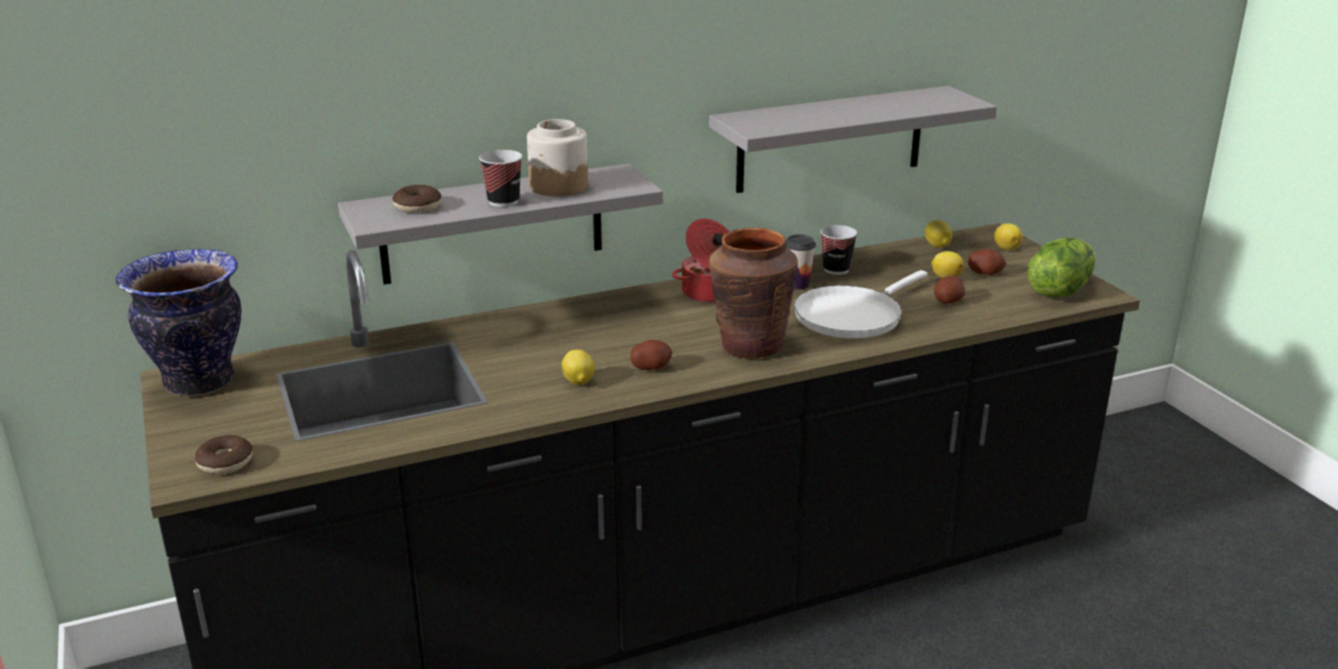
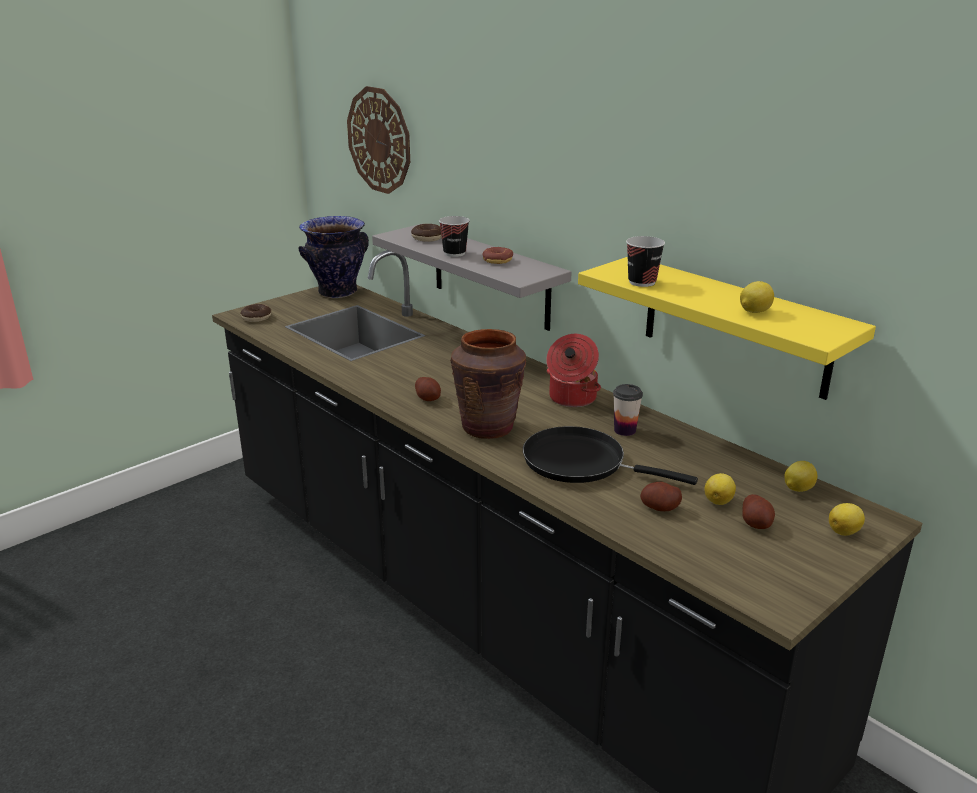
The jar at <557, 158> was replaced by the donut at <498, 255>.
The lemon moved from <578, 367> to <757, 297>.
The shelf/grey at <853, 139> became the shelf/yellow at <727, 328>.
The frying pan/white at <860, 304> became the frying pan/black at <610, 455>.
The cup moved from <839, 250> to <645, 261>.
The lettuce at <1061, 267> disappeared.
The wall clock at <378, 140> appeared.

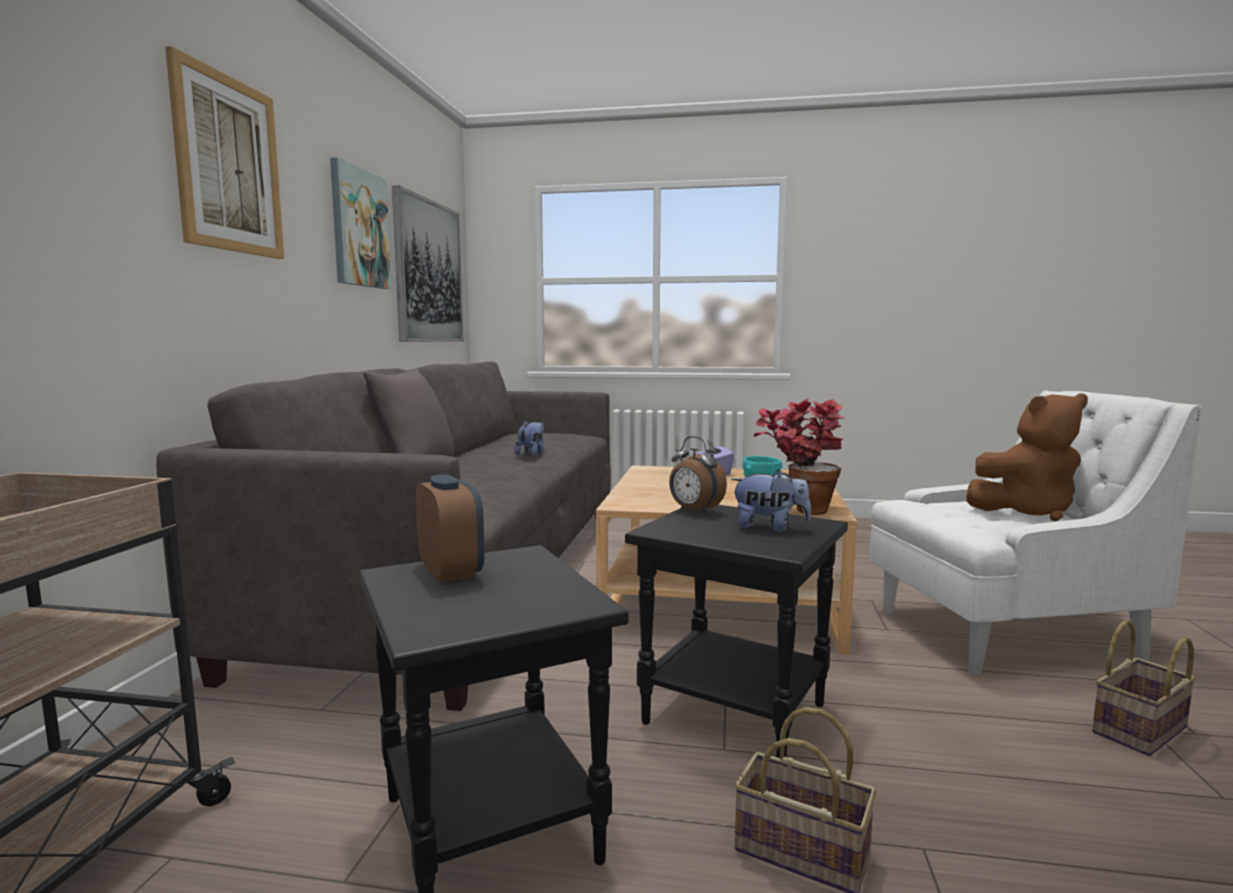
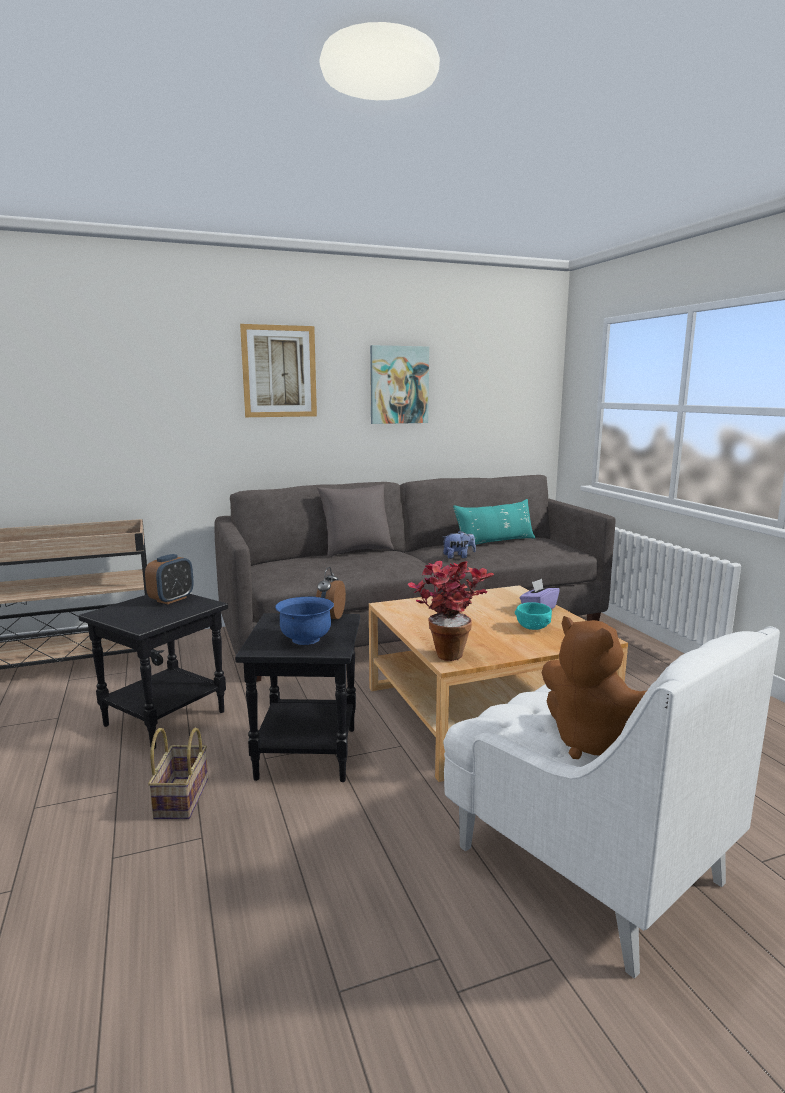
The picture at <428, 263> disappeared.
The plush toy at <771, 500> was replaced by the bowl/blue at <304, 621>.
The basket at <1144, 688> disappeared.
The pillow/turquoise at <494, 522> appeared.

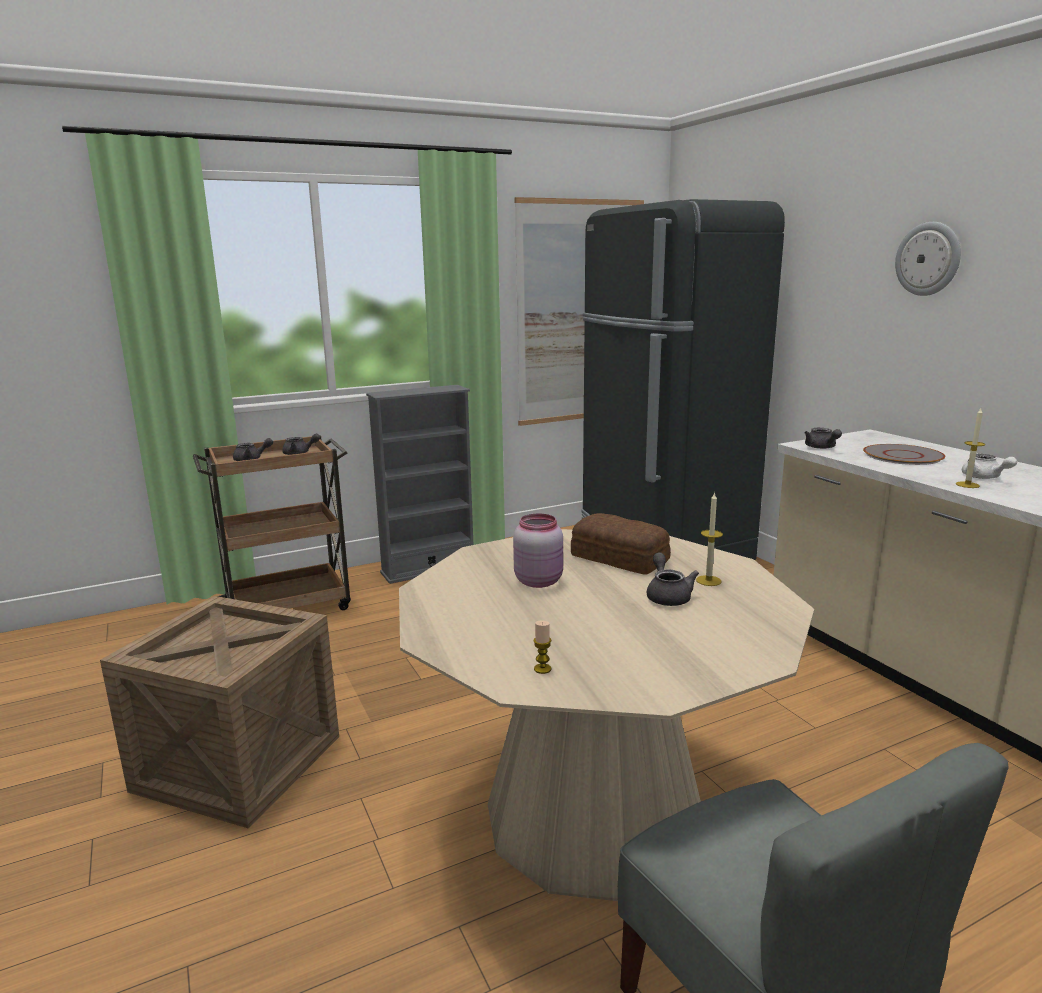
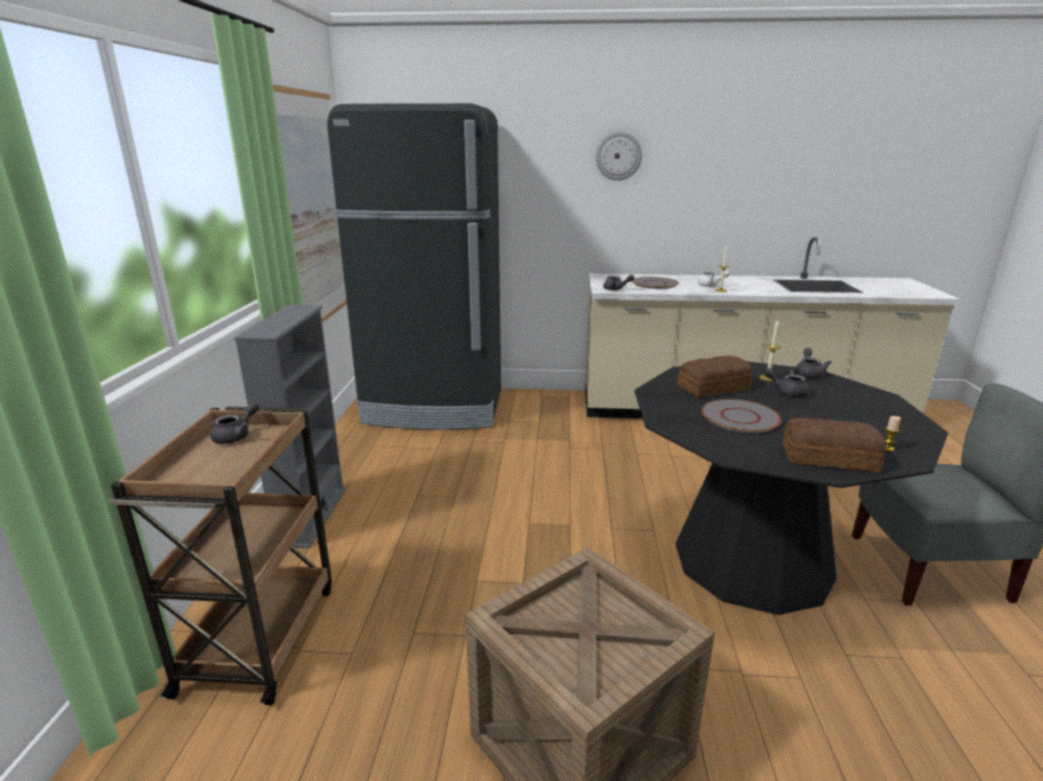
The teapot/grey moved from <253, 449> to <813, 363>.
The dining table/beige at <606, 715> became the dining table/black at <791, 488>.
The jar/pink at <538, 551> was replaced by the plate/grey at <741, 416>.
The bread at <834, 445> appeared.

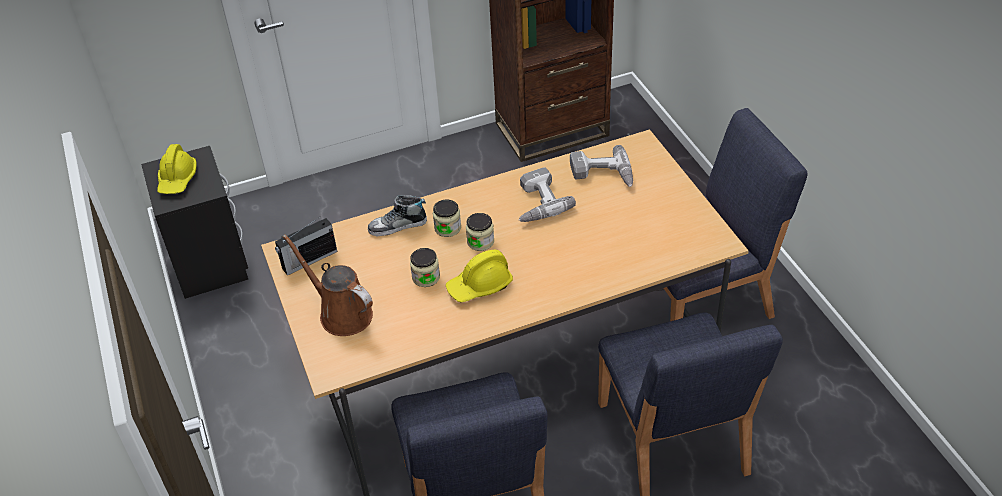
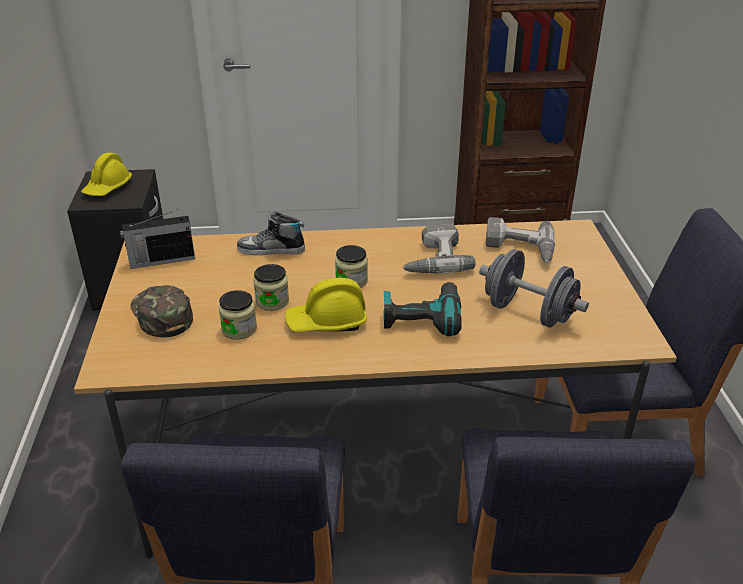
The watering can/brown at <328, 285> was replaced by the cap/green at <161, 311>.
The jar moved from <447, 218> to <238, 315>.
The power drill at <422, 309> appeared.
The dumbbell/grey at <534, 288> appeared.

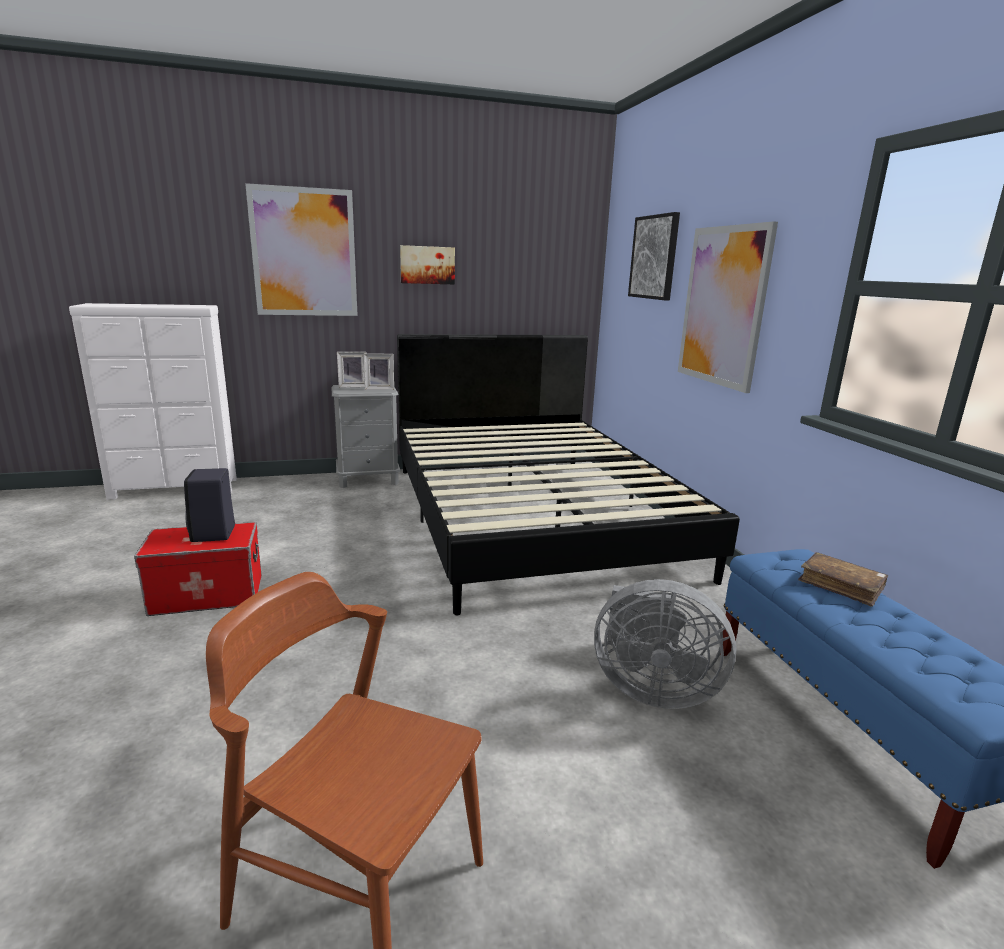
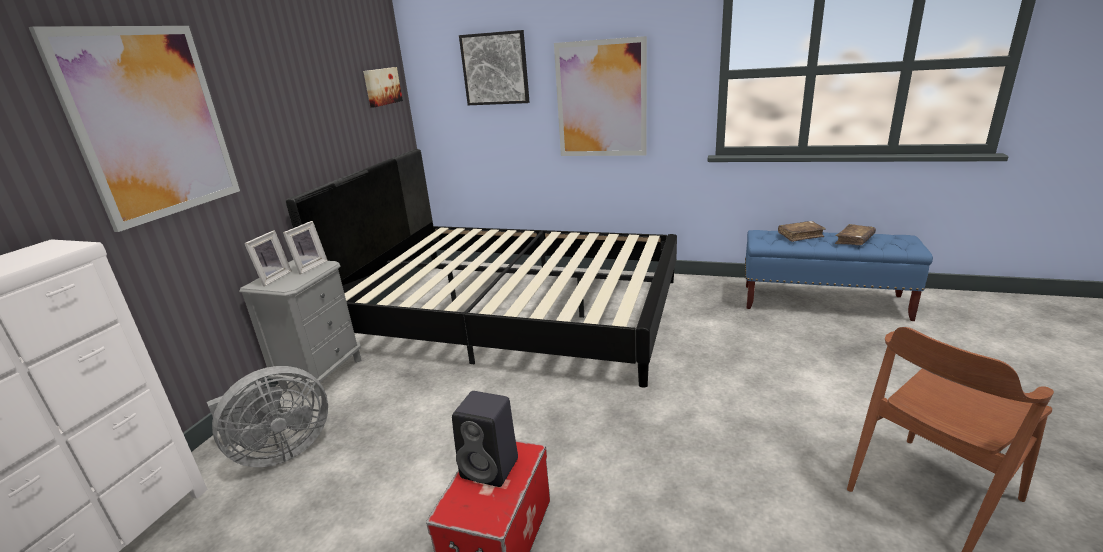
The picture moved from <427, 264> to <383, 87>.
The fan/grey moved from <665, 644> to <267, 416>.
The book/brown at <855, 234> appeared.

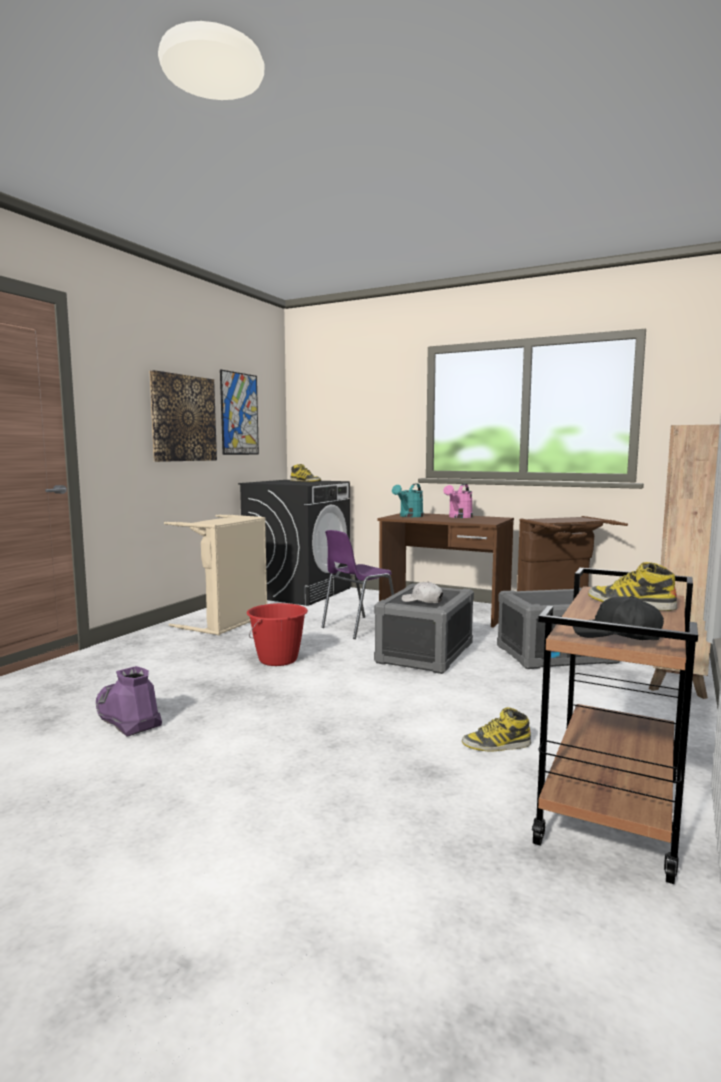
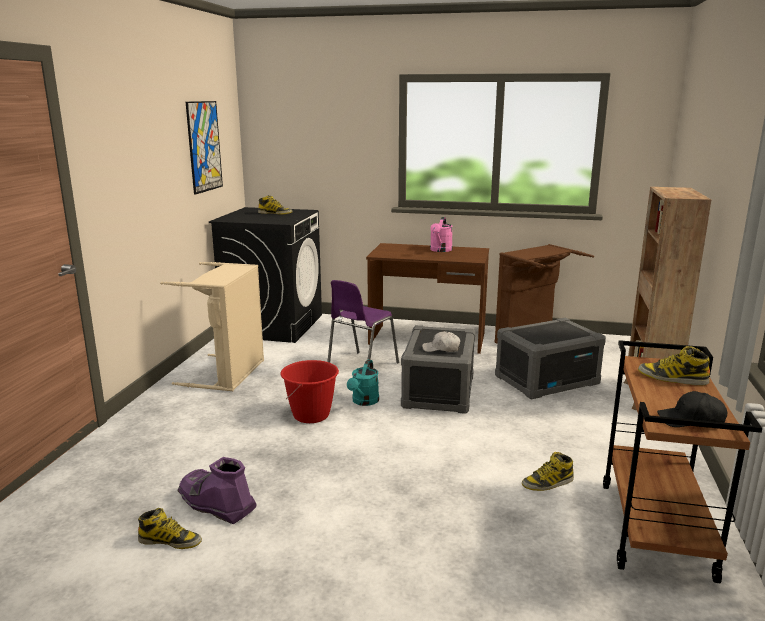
The picture at <183, 416> disappeared.
The watering can/turquoise moved from <407, 500> to <363, 383>.
The boot at <170, 528> appeared.

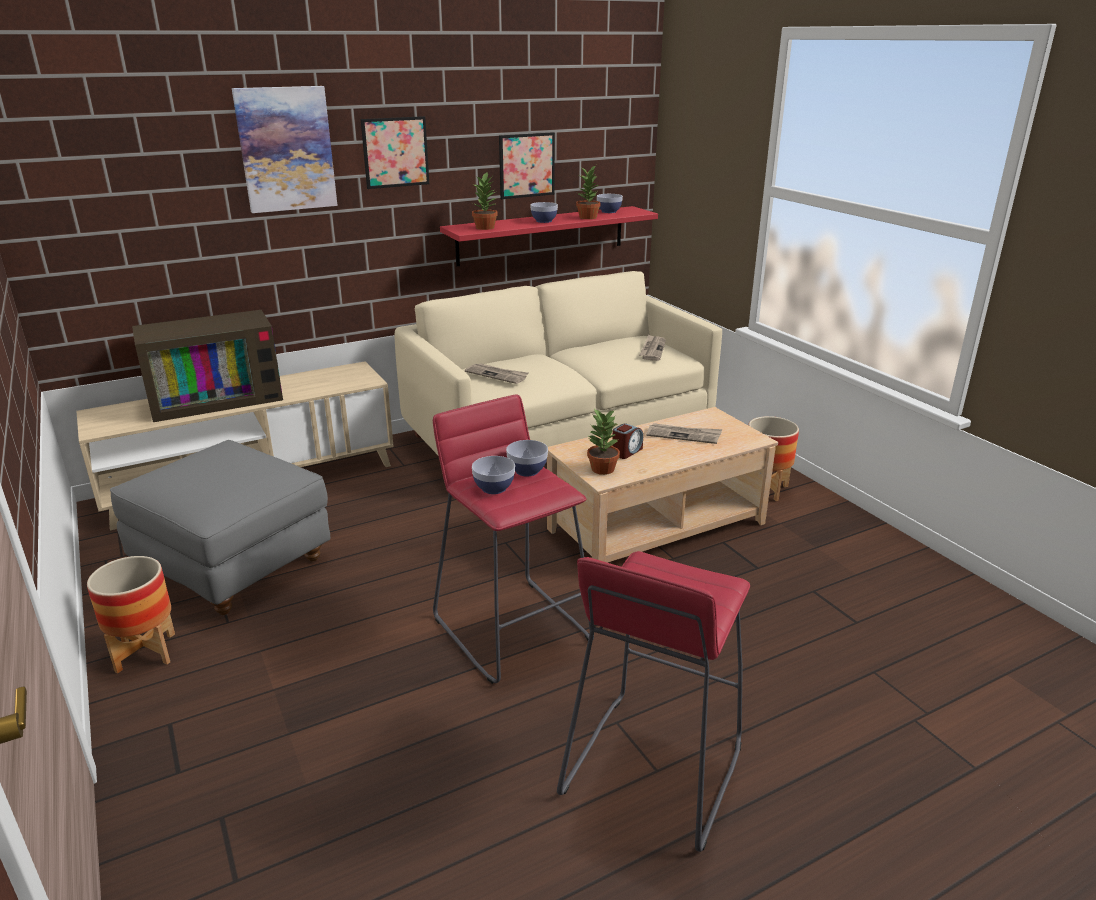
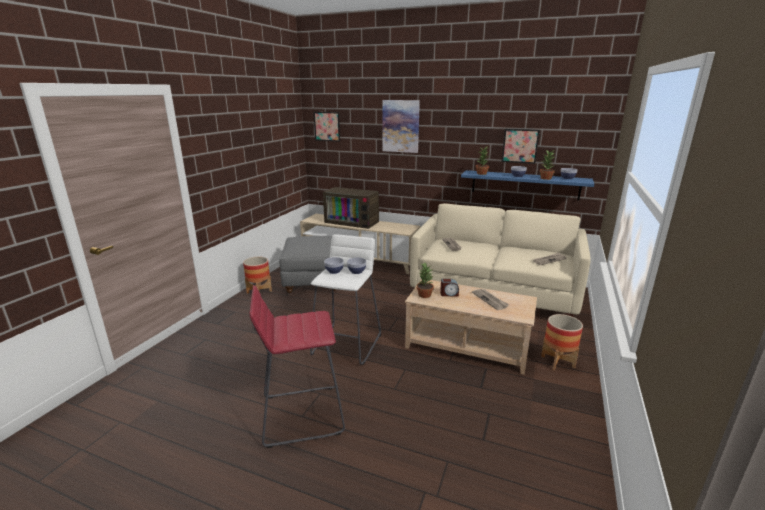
The picture moved from <395, 152> to <327, 127>.
The stool/red at <513, 539> became the stool/white at <345, 299>.
The shelf/red at <549, 236> became the shelf/blue at <527, 185>.

